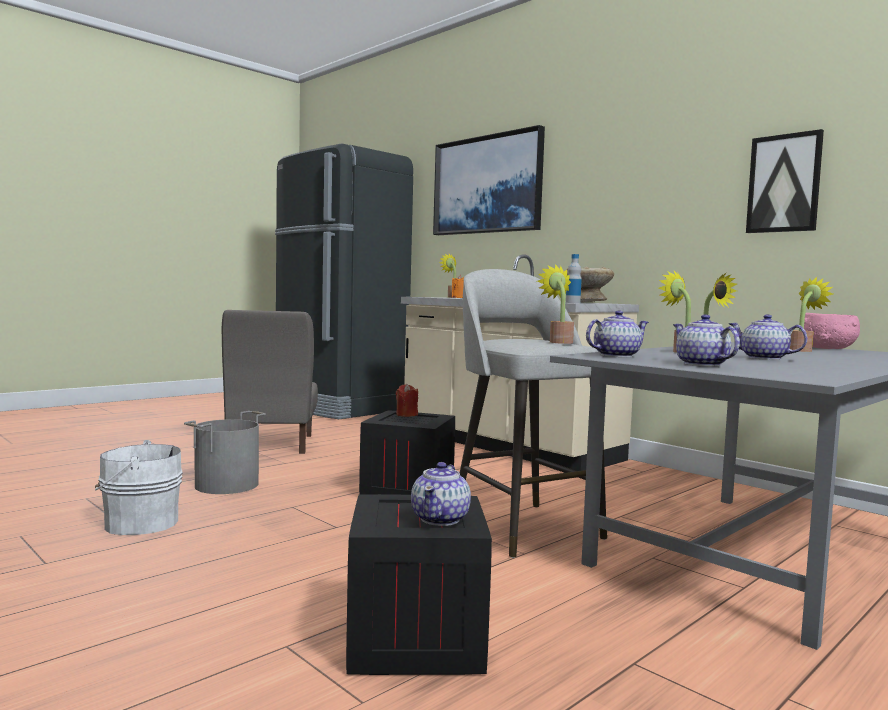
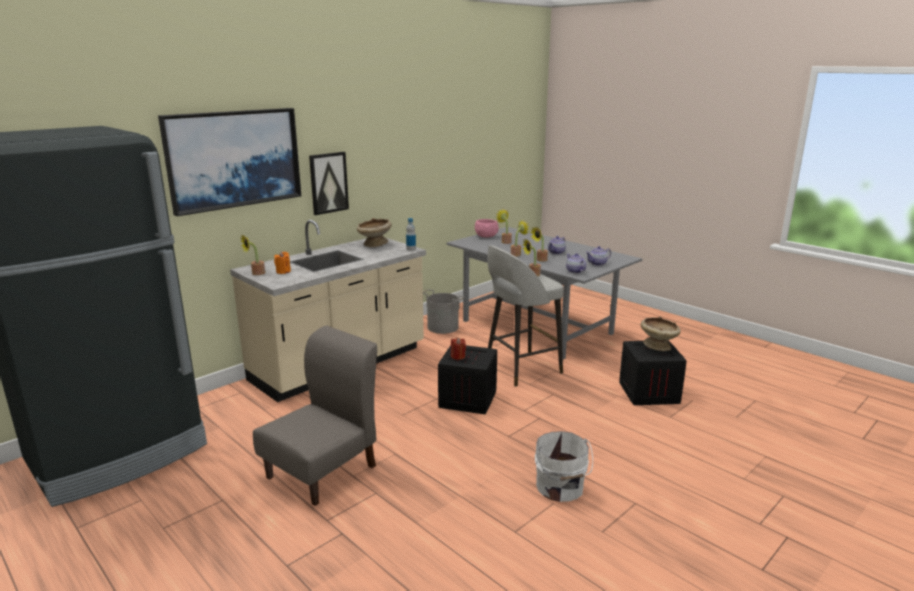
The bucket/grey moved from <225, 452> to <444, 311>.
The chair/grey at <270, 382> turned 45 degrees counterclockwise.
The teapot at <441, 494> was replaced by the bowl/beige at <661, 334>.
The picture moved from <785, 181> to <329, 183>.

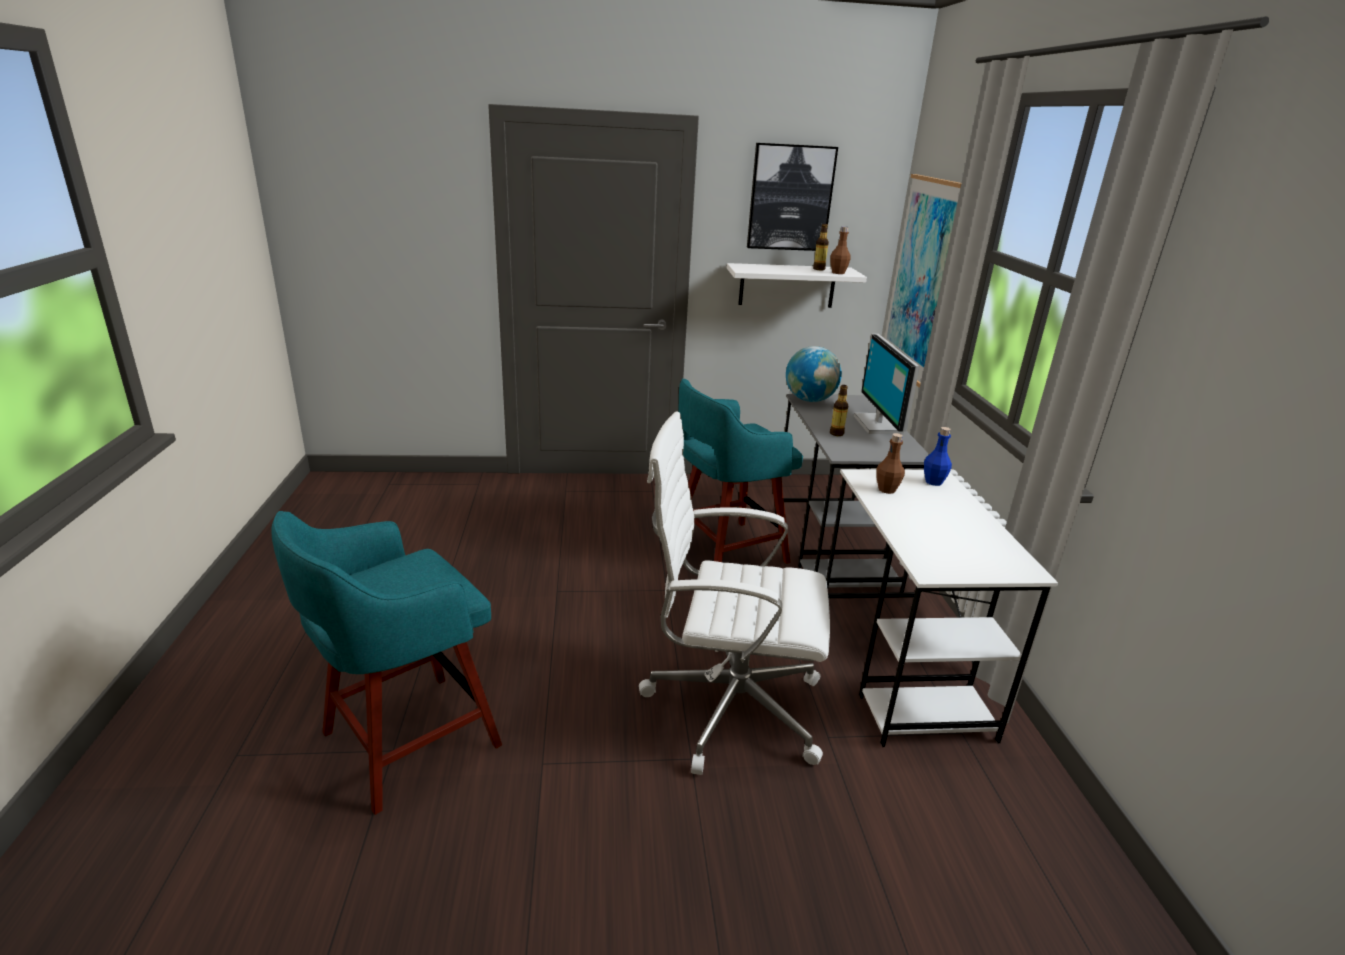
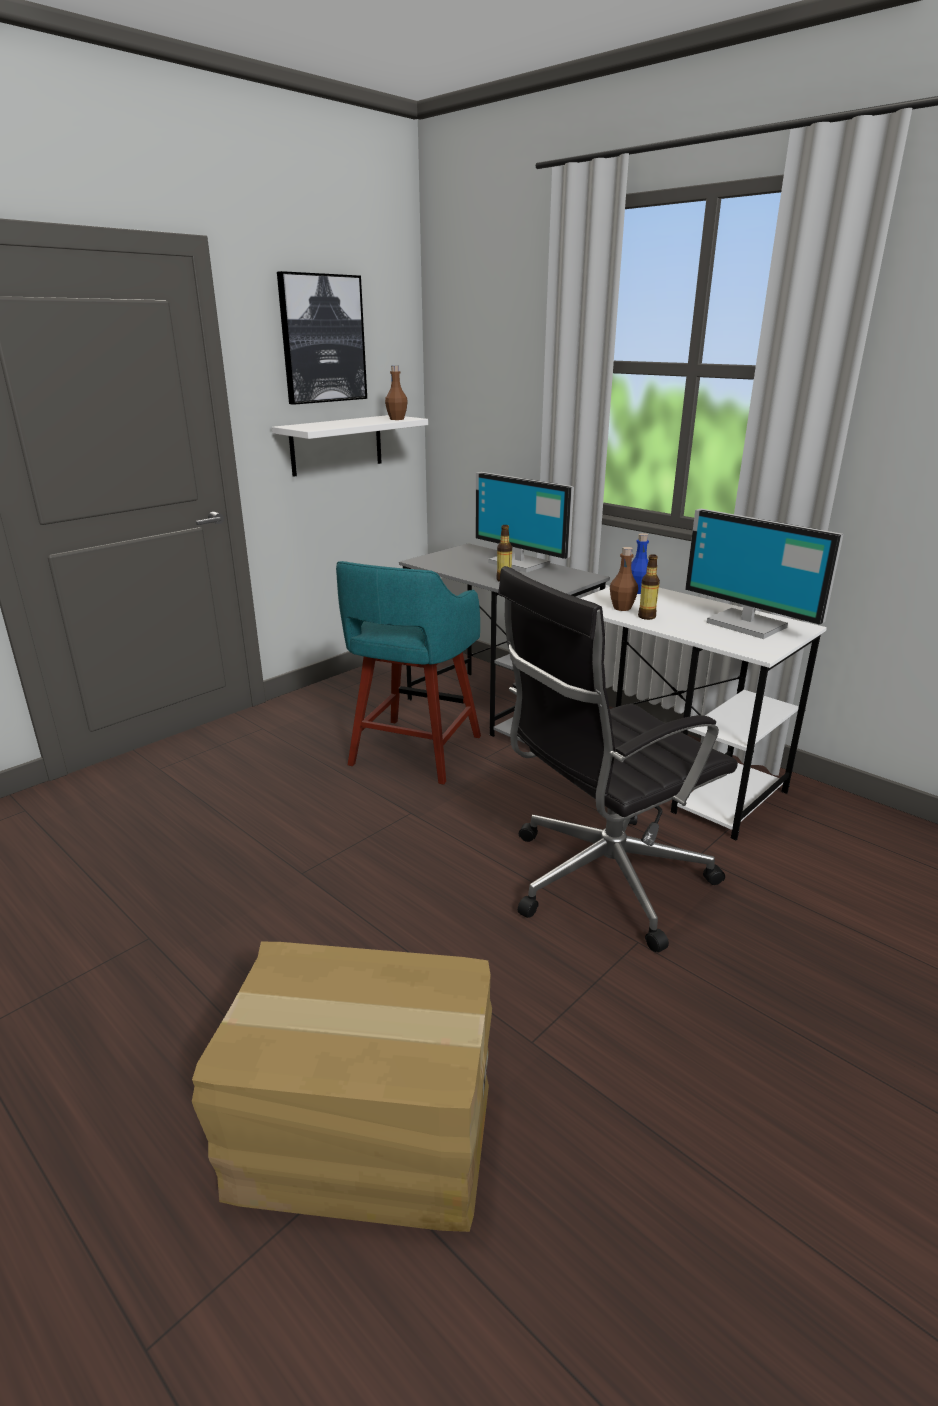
The stool/turquoise at <386, 663> was replaced by the cardboard box at <342, 1087>.
The office chair/white at <734, 593> became the office chair/black at <618, 759>.
The globe at <814, 374> disappeared.
The bottle moved from <821, 247> to <649, 587>.
The picture at <923, 281> disappeared.
The monitor at <764, 574> appeared.

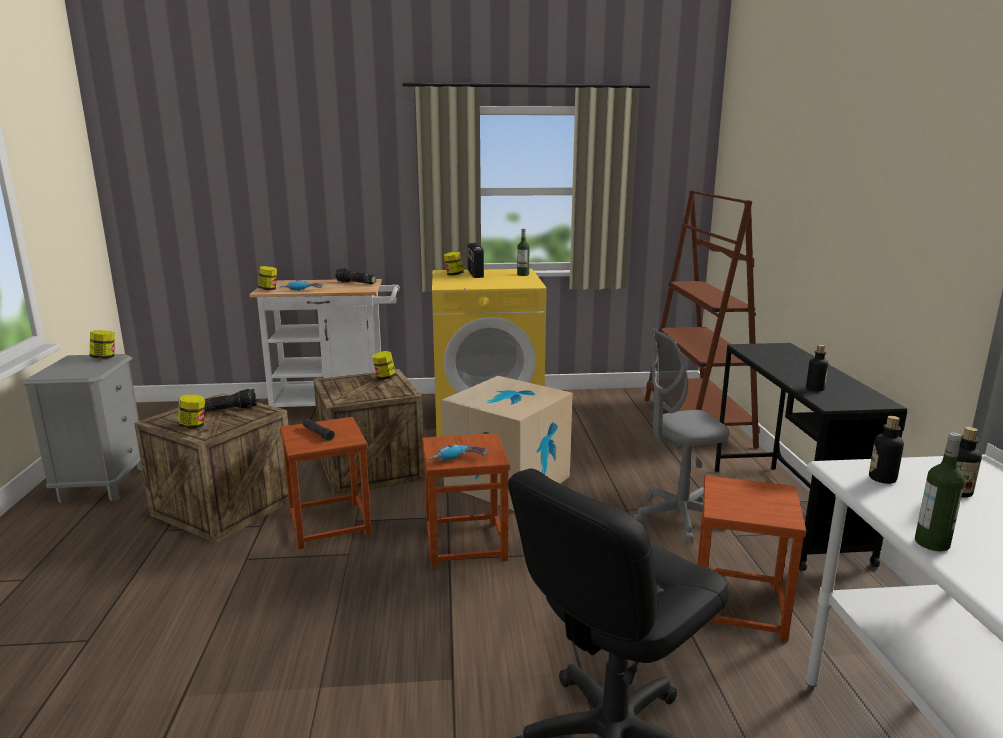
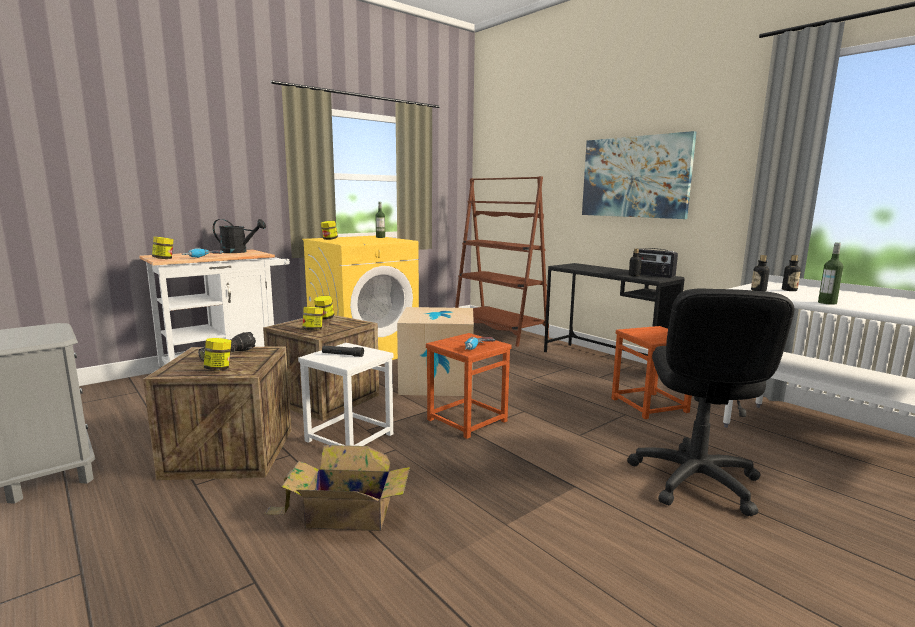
The jar moved from <102, 344> to <312, 318>.
The stool/brown at <326, 483> became the stool/white at <346, 394>.
The flashlight at <355, 276> was replaced by the watering can/black at <239, 236>.
The radio moved from <476, 260> to <655, 263>.
The office chair/grey at <681, 435> disappeared.
The cardboard box at <337, 488> appeared.
The picture at <639, 175> appeared.

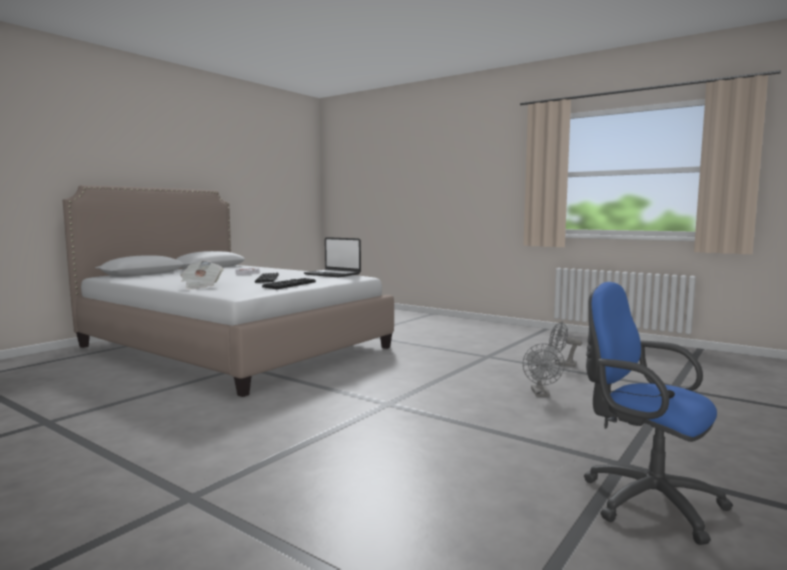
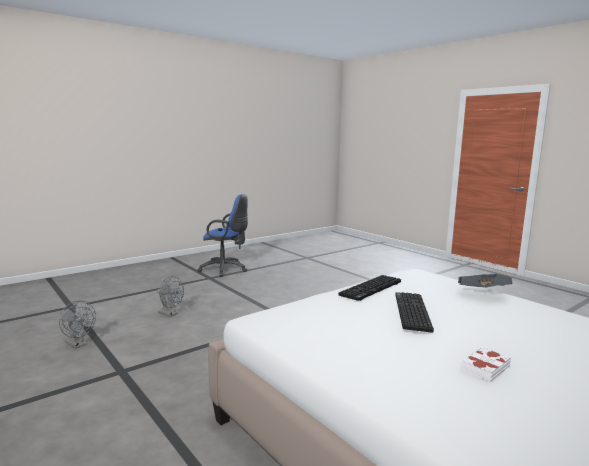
The laptop at <332, 257> disappeared.
The fan/grey at <544, 369> turned 105 degrees clockwise.
The office chair/blue at <658, 413> turned 45 degrees counterclockwise.

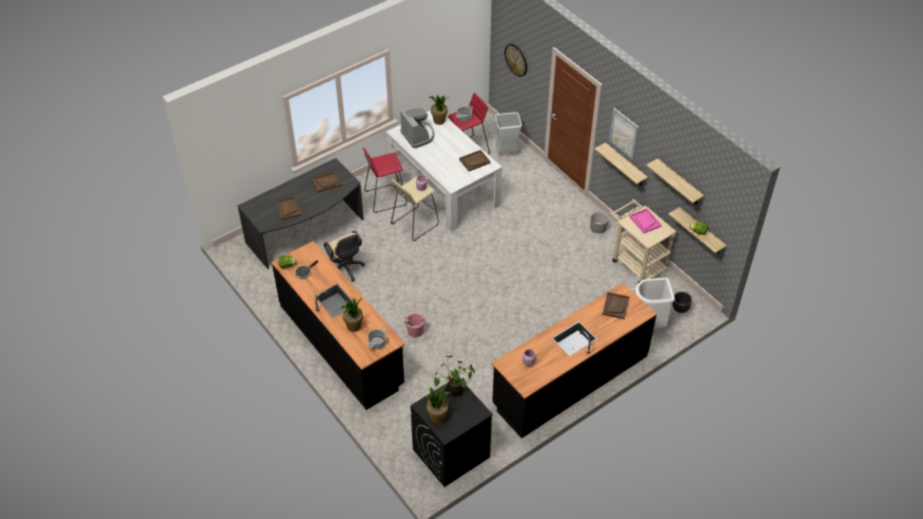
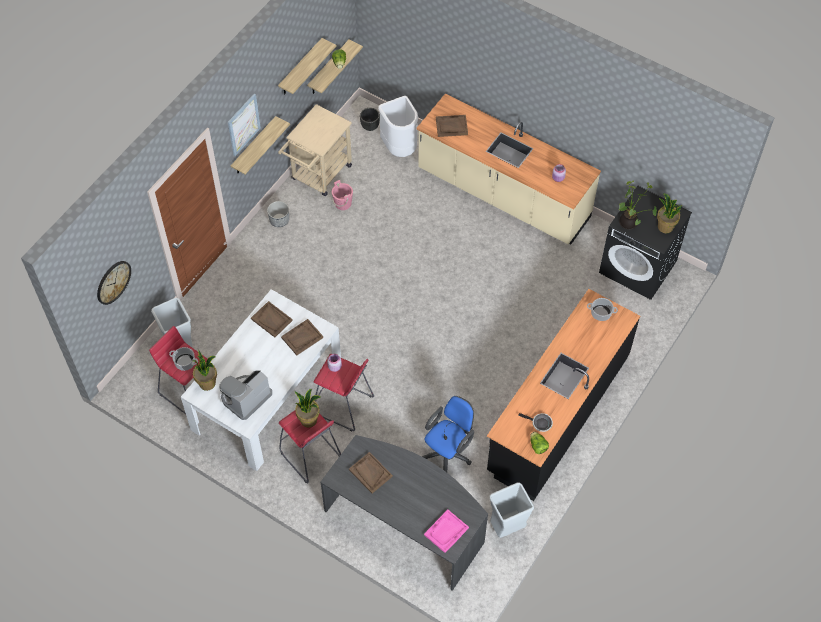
The tray/brown moved from <289, 208> to <302, 337>.
The office chair/beige at <344, 256> became the office chair/blue at <448, 434>.
The potted plant moved from <351, 315> to <307, 408>.
The stool/beige at <415, 209> became the stool/red at <344, 392>.
The bucket/pink moved from <415, 325> to <342, 195>.
The counter/black at <574, 360> became the counter/beige at <508, 169>.
The tray/pink moved from <645, 220> to <446, 531>.
The trash can/grey at <511, 510> appeared.

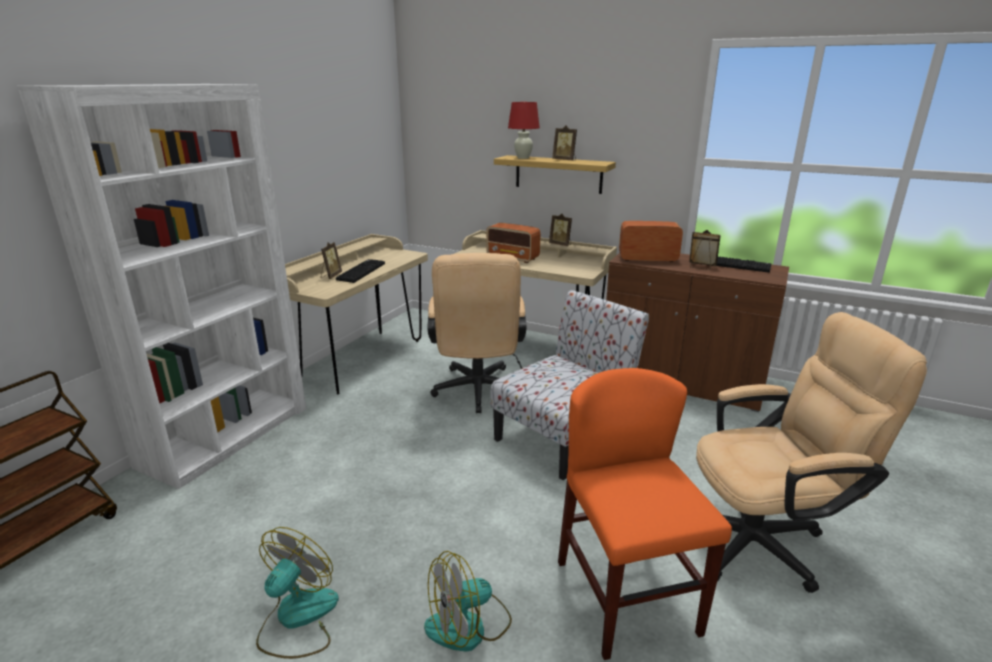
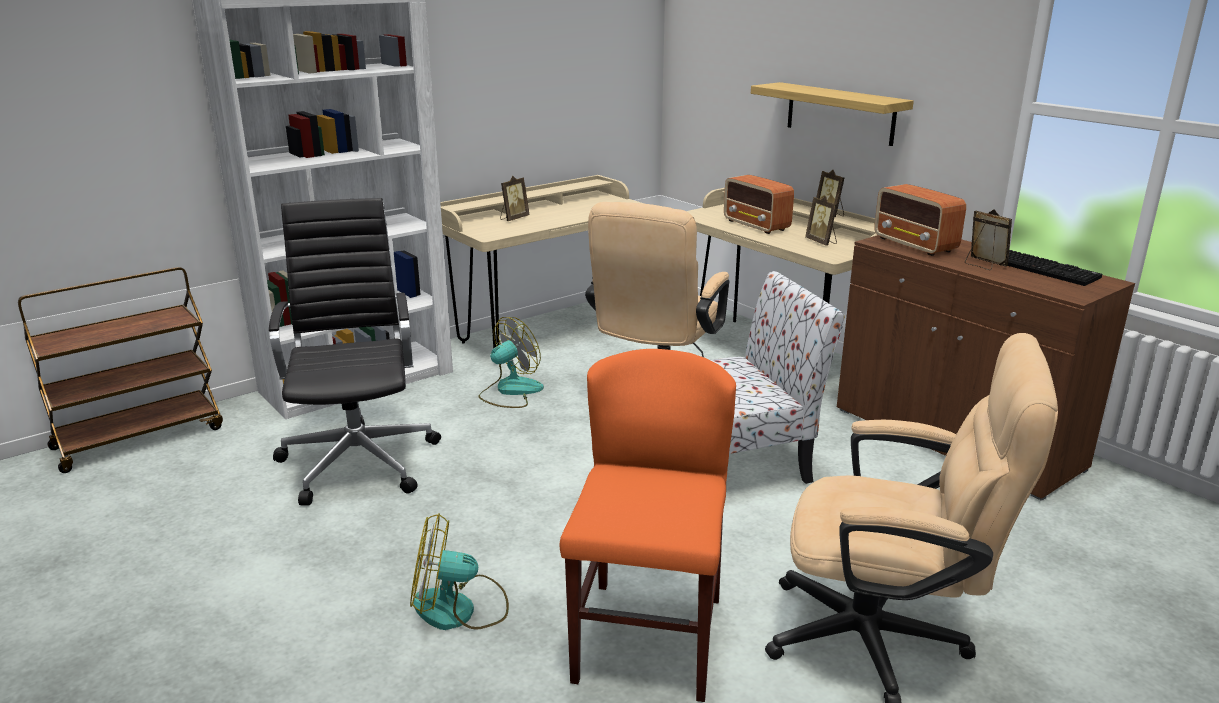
The fan moved from <297, 593> to <511, 362>.
The keyboard at <360, 271> disappeared.
The table lamp/red at <524, 130> disappeared.
The picture frame moved from <564, 143> to <821, 221>.
The radio at <651, 241> turned 150 degrees counterclockwise.
The office chair/black at <355, 352> appeared.

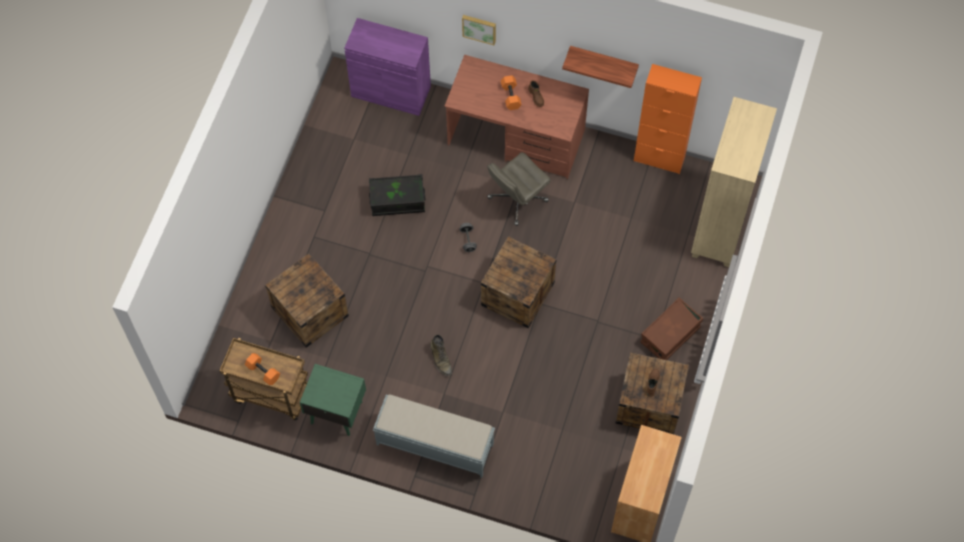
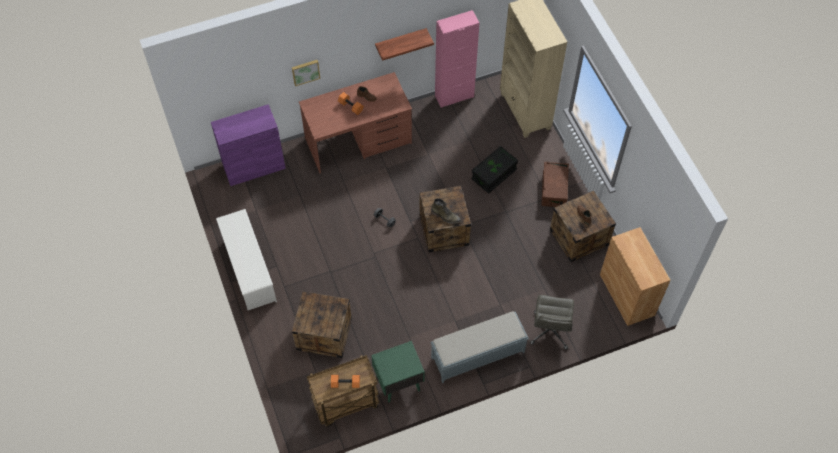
The storage box/black moved from <397, 195> to <495, 170>.
The boot/green moved from <441, 355> to <446, 211>.
The office chair/grey moved from <519, 189> to <552, 322>.
The cabinet/orange at <668, 119> became the cabinet/pink at <457, 59>.
The shoe rack/white at <246, 259> appeared.

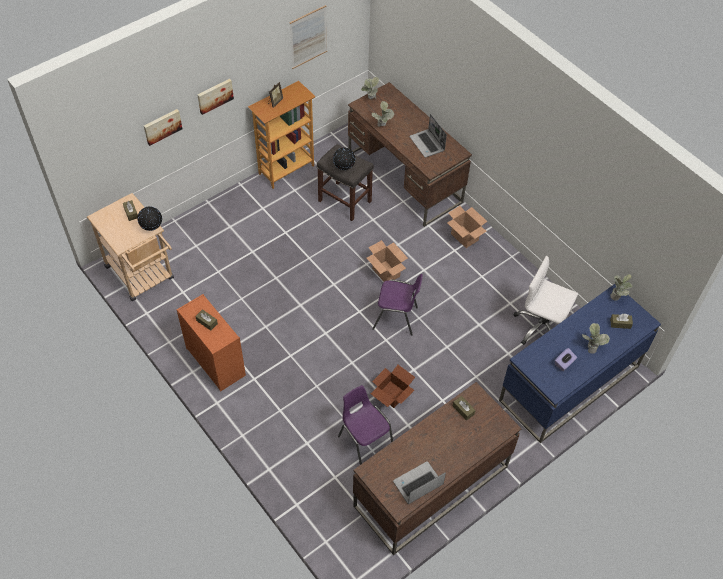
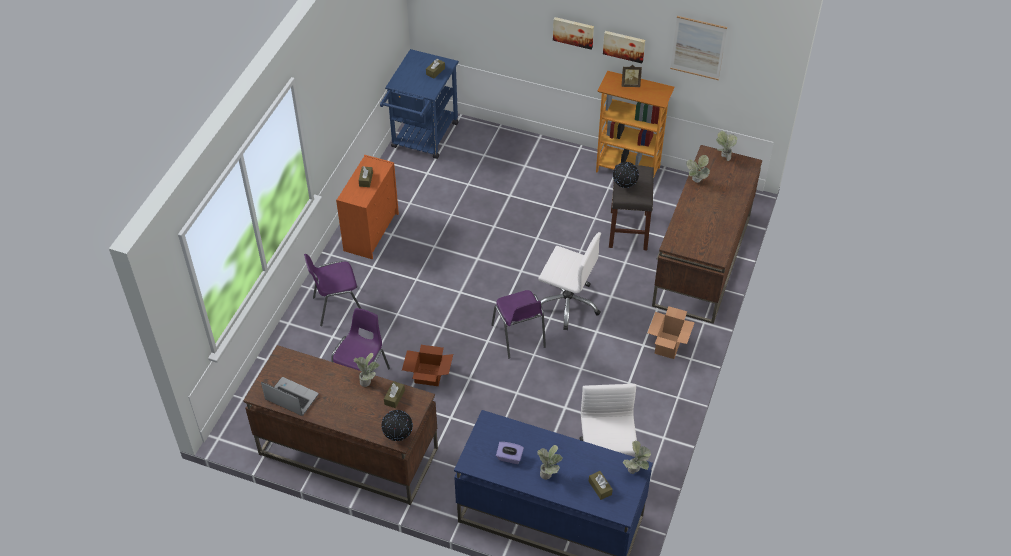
The cart/beige at <130, 247> became the cart/blue at <419, 104>.
The globe moved from <149, 218> to <397, 425>.
The picture moved from <163, 127> to <624, 47>.
The cardboard box at <387, 261> was replaced by the office chair/white at <569, 281>.
The laptop at <428, 136> disappeared.
The chair/purple at <333, 290> appeared.
The potted plant at <366, 370> appeared.

